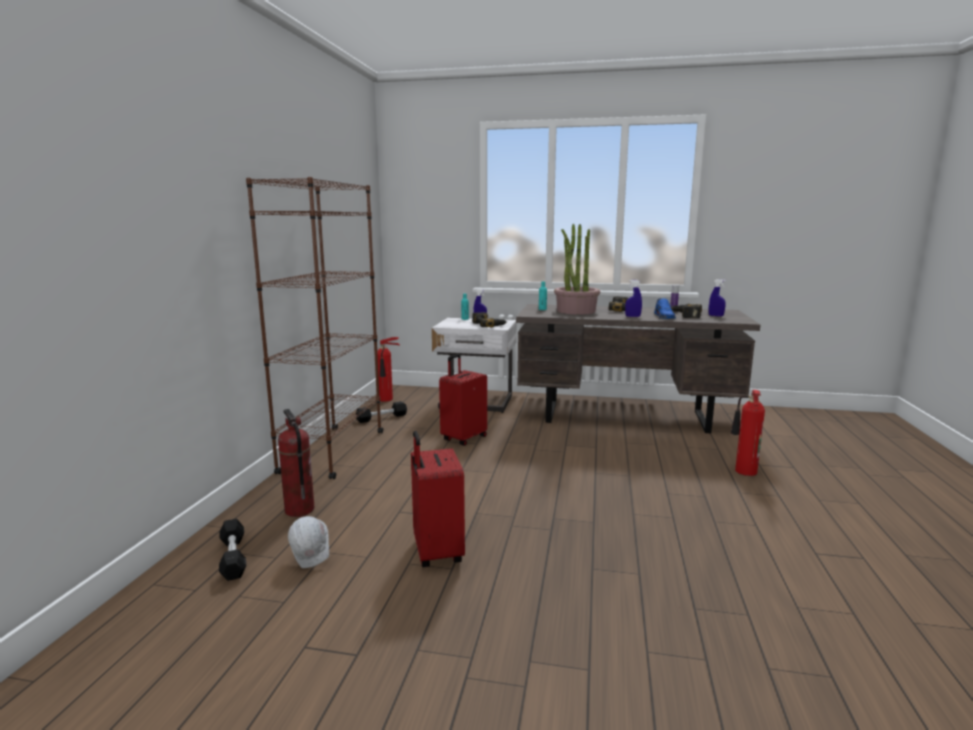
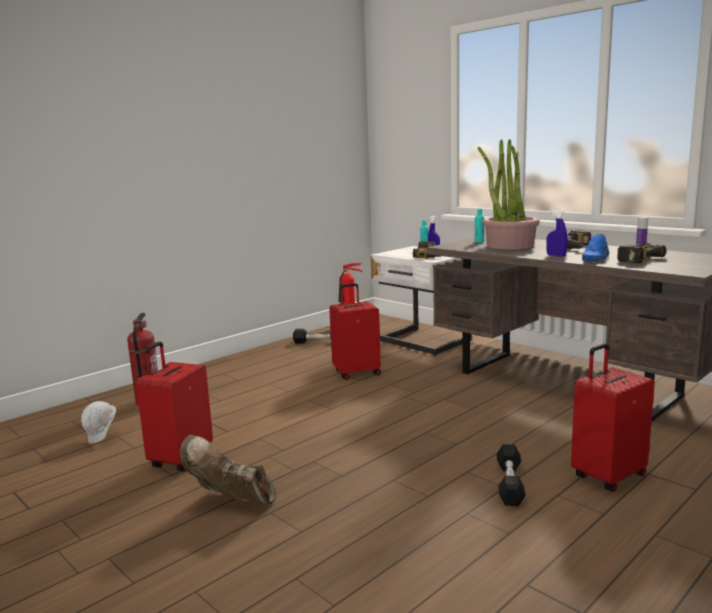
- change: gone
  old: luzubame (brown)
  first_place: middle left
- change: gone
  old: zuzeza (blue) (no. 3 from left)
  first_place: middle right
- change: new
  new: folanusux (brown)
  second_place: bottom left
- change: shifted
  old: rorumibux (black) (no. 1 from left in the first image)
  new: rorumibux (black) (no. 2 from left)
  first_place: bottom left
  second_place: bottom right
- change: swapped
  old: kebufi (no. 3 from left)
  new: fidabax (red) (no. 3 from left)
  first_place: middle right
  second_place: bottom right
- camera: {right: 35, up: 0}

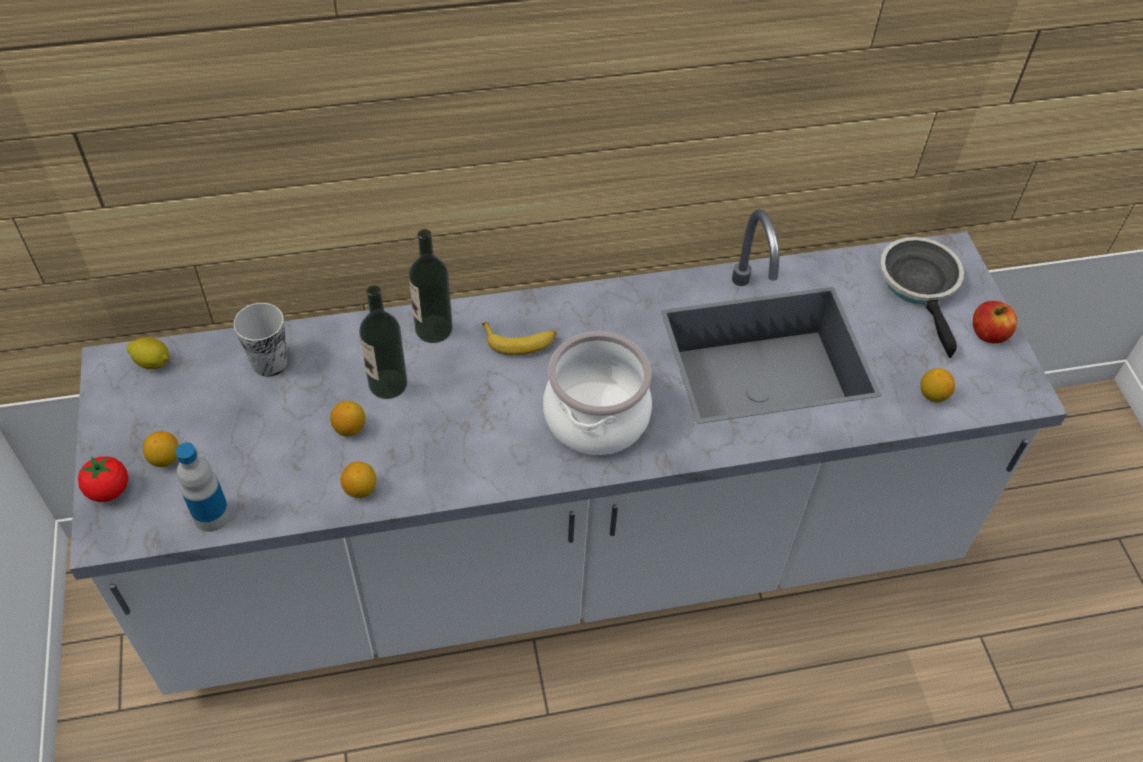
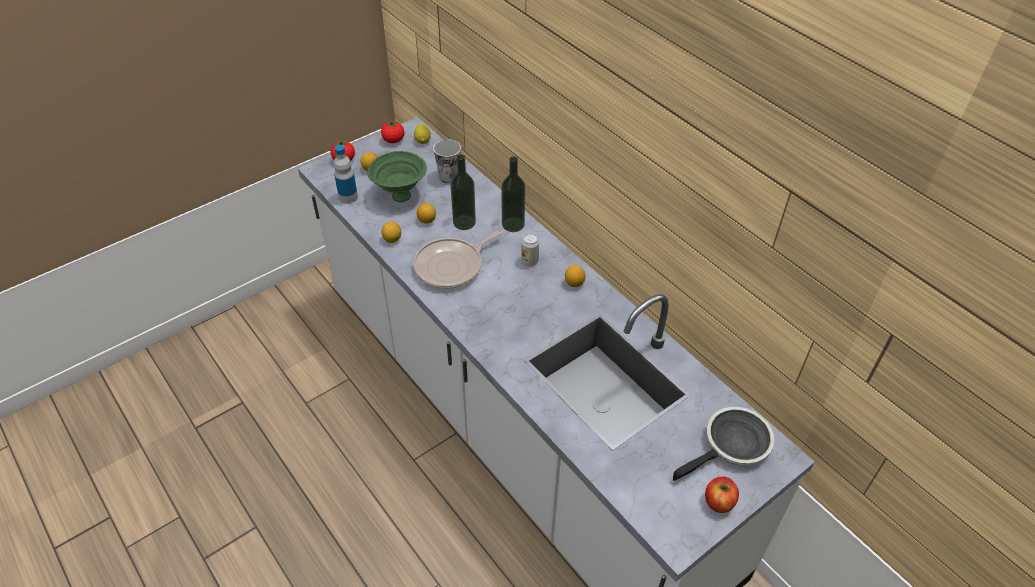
- change: gone
  old: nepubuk
  first_place: centre
- change: new
  new: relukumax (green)
  second_place: top centre
- change: new
  new: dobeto (no. 2 from left)
  second_place: top centre
- change: new
  new: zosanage (no. 1 from left)
  second_place: centre
- change: shifted
  old: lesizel (no. 5 from left)
  first_place: middle right
  second_place: centre
- change: swapped
  old: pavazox
  new: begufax
  first_place: centre
  second_place: centre
- camera: {right: 65, up: -5}

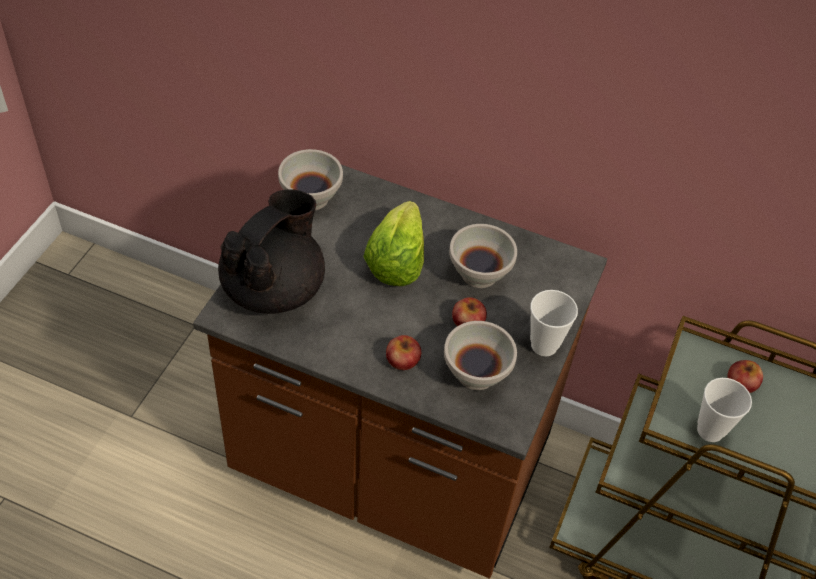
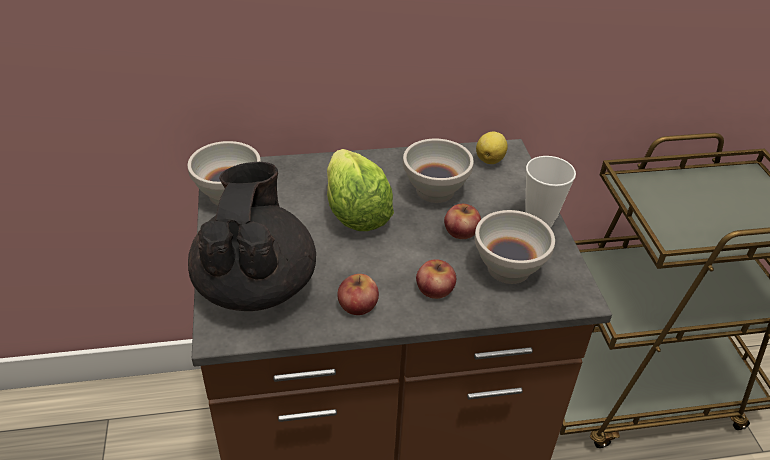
- change: gone
  old: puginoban (no. 2 from left)
  first_place: bottom right
- change: new
  new: lesizel
  second_place: top centre
- change: shifted
  old: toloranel (no. 3 from left in the first image)
  new: toloranel (no. 1 from left)
  first_place: middle right
  second_place: centre
- camera: {right: -30, up: -10}

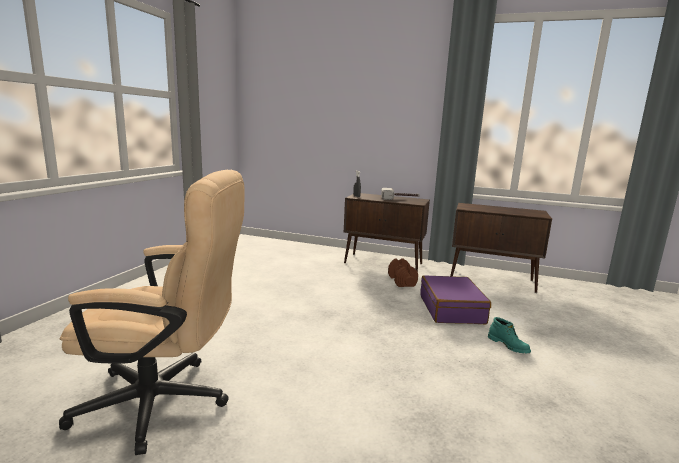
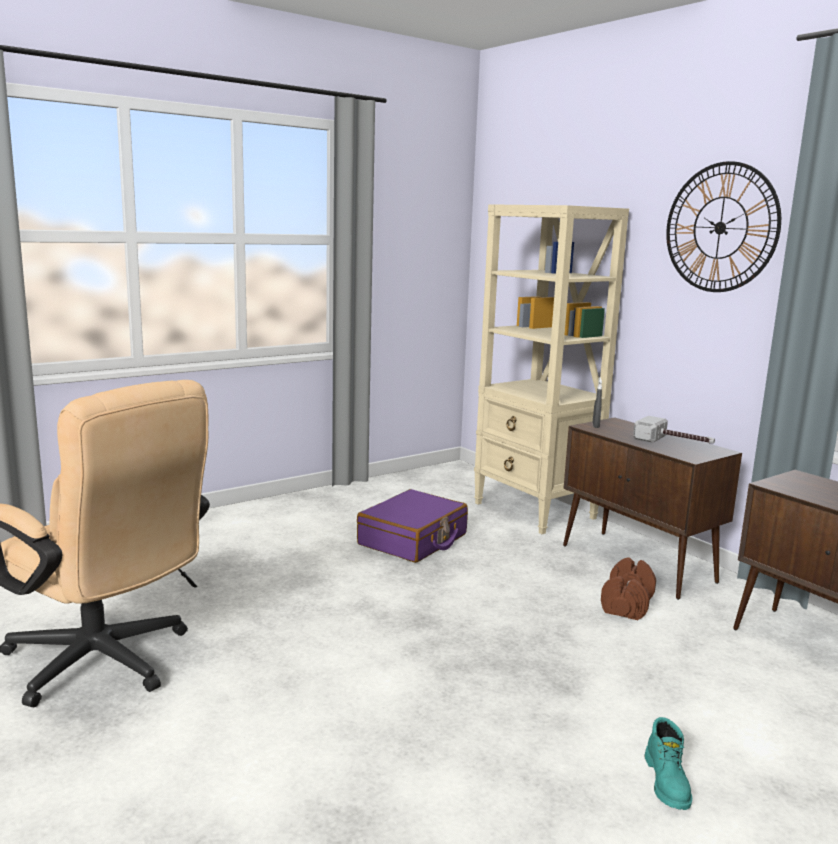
- change: new
  new: luzubame (beige)
  second_place: centre
- change: new
  new: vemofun
  second_place: top right
- change: shifted
  old: fidabax (purple)
  first_place: middle right
  second_place: centre
- camera: {right: 35, up: 0}

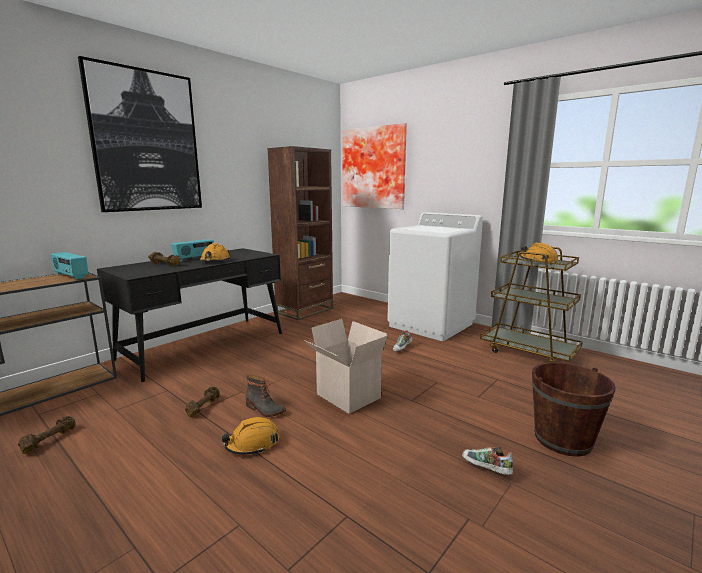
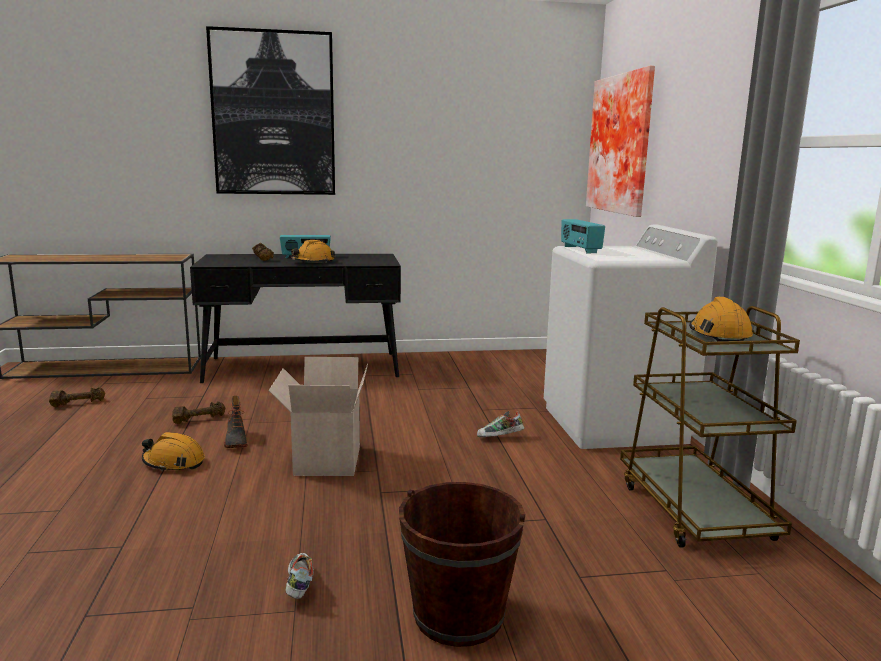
- change: gone
  old: luzubame (brown)
  first_place: centre
- change: shifted
  old: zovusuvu (no. 1 from left in the first image)
  new: zovusuvu (no. 2 from left)
  first_place: middle left
  second_place: centre
- camera: {right: 40, up: 0}

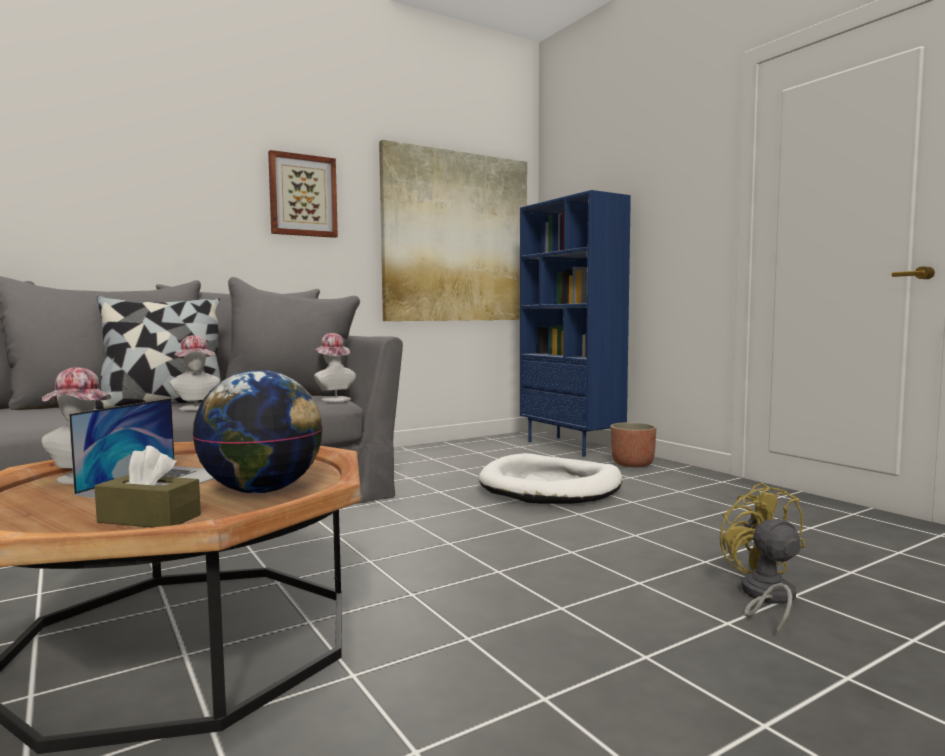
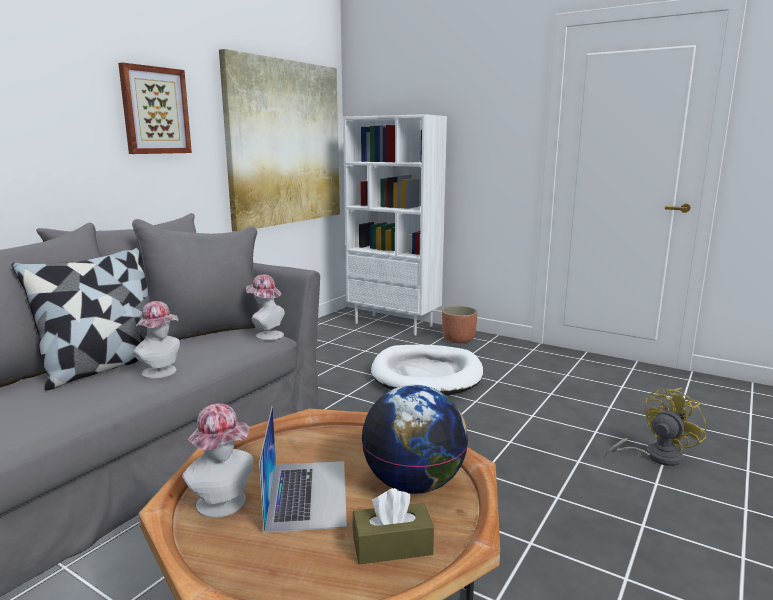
- change: repainted
  old: luzubame (blue)
  new: luzubame (white)
  first_place: centre
  second_place: centre
- change: rotated
  old: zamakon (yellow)
  first_place: bottom right
  second_place: bottom right
  degrees: 90
- camera: {right: -25, up: 10}

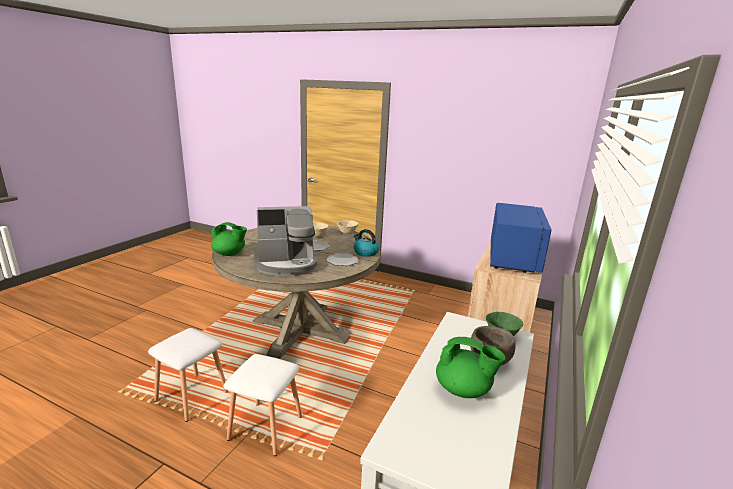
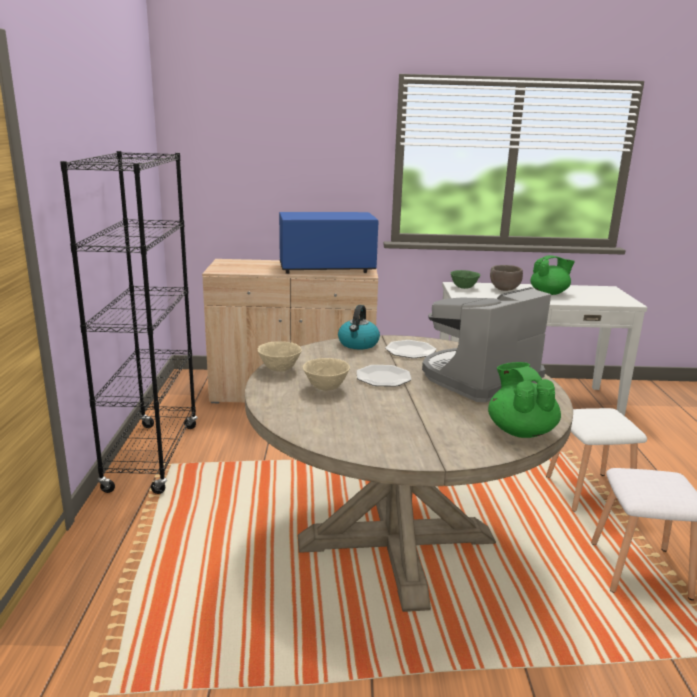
- change: new
  new: luzubame (black)
  second_place: middle left
- change: rotated
  old: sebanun
  first_place: centre
  second_place: middle right
  degrees: -90
- change: rotated
  old: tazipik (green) (no. 2 from left)
  first_place: bottom centre
  second_place: middle right
  degrees: 75
- camera: {right: -115, up: 0}

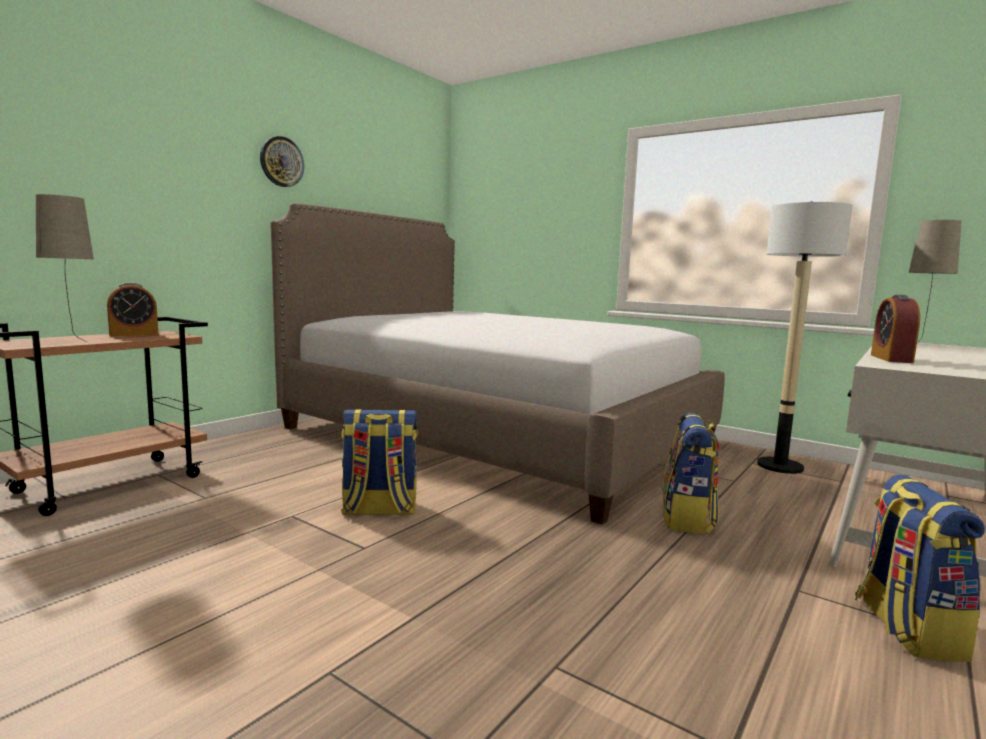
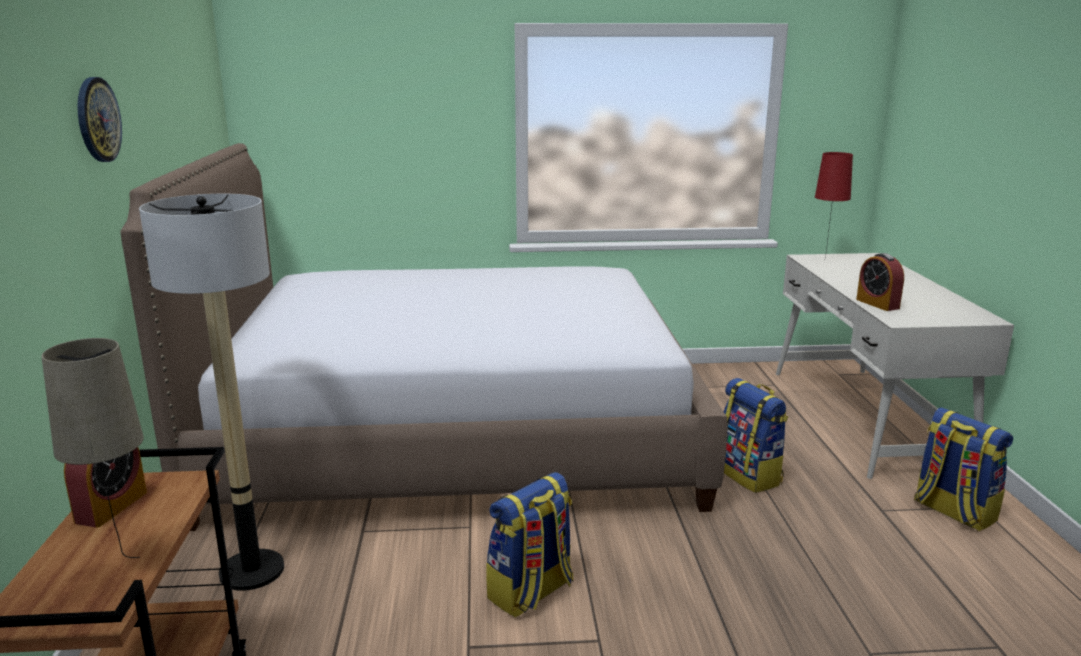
- change: shifted
  old: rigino
  first_place: middle right
  second_place: middle left
- change: repainted
  old: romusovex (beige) (no. 2 from left)
  new: romusovex (red)
  first_place: middle right
  second_place: top right
- camera: {right: -40, up: 10}

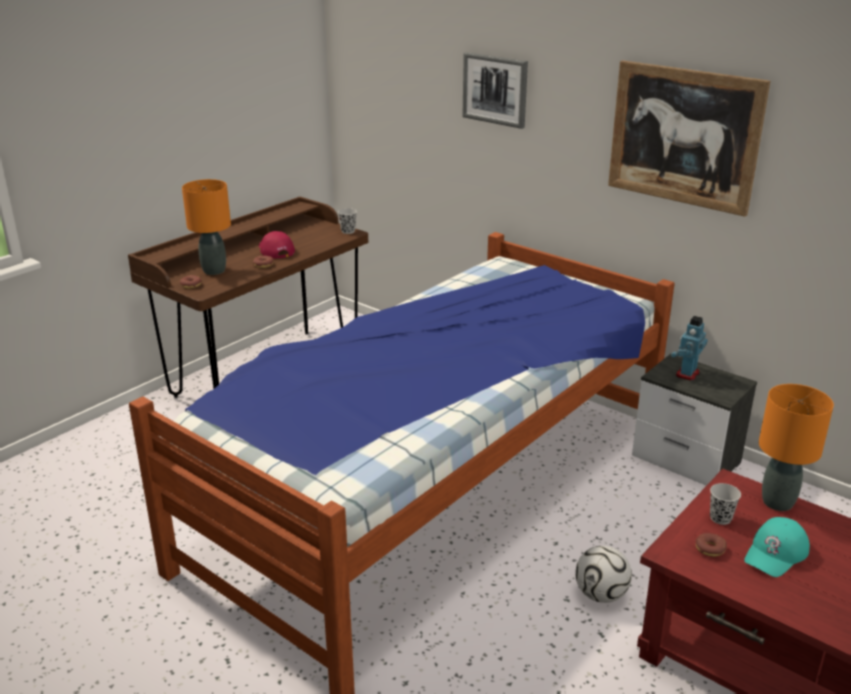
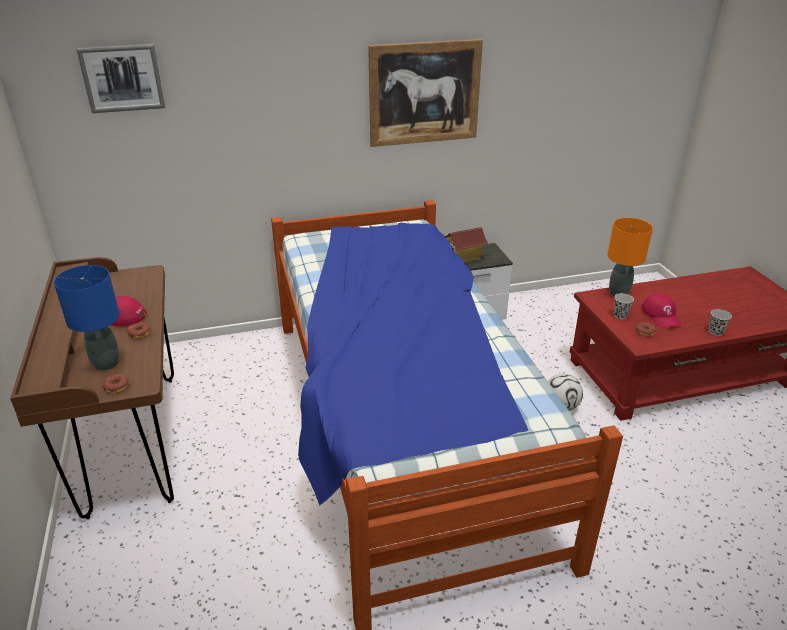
- change: shifted
  old: puginoban (black) (no. 1 from left in the first image)
  new: puginoban (black) (no. 2 from left)
  first_place: top centre
  second_place: middle right
- change: shifted
  old: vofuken (no. 1 from left)
  first_place: top centre
  second_place: top left
- change: swapped
  old: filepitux
  new: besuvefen
  first_place: middle right
  second_place: centre
- change: repainted
  old: romusovex (orange) (no. 1 from left)
  new: romusovex (blue)
  first_place: top left
  second_place: middle left
- change: repainted
  old: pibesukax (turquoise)
  new: pibesukax (red) (no. 2 from left)
  first_place: bottom right
  second_place: middle right
- camera: {right: -55, up: 5}

